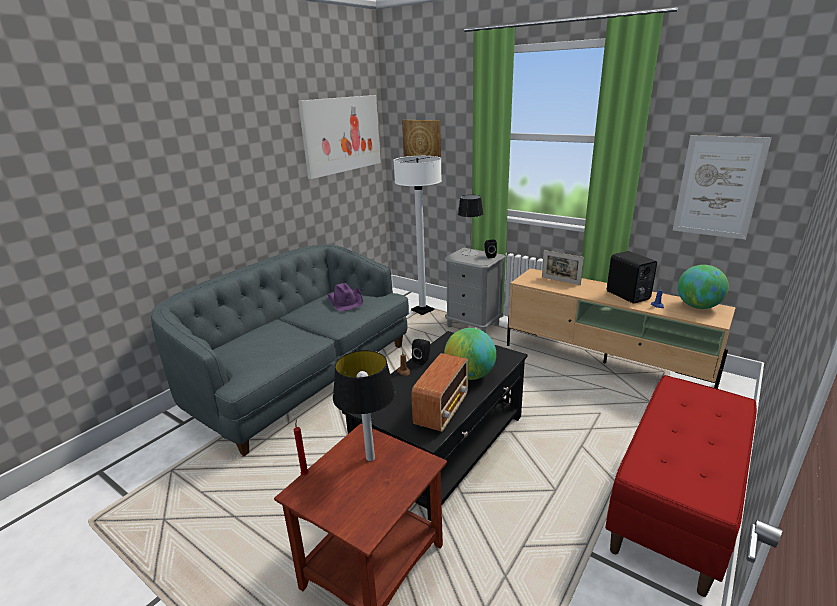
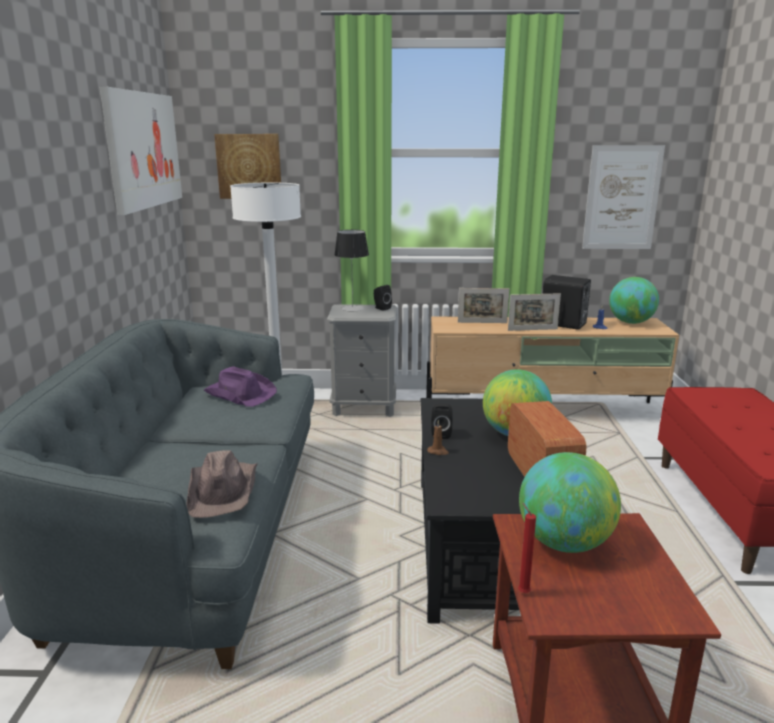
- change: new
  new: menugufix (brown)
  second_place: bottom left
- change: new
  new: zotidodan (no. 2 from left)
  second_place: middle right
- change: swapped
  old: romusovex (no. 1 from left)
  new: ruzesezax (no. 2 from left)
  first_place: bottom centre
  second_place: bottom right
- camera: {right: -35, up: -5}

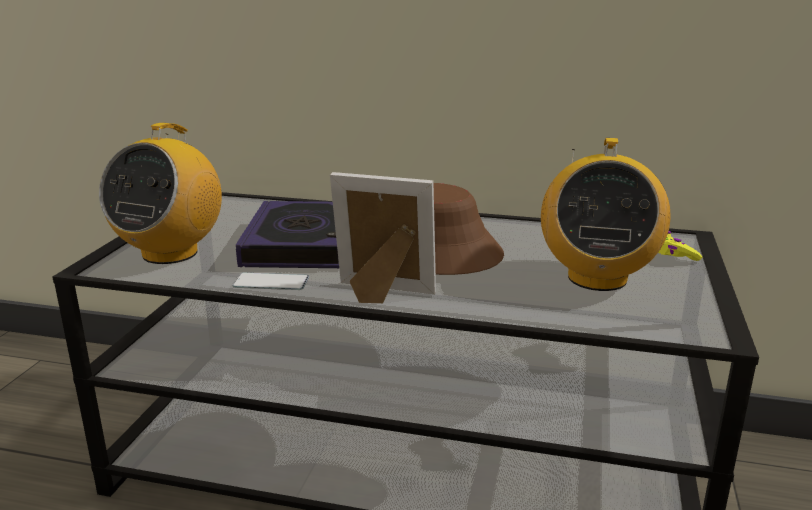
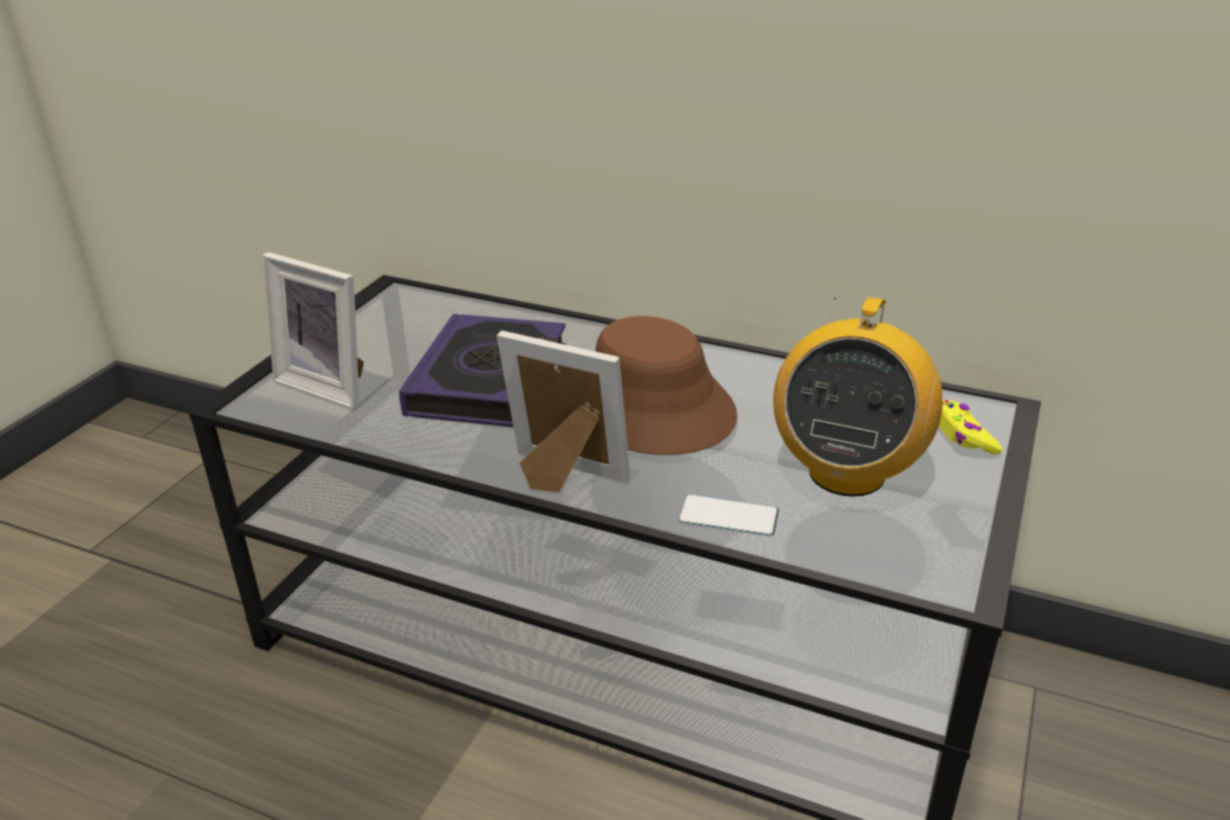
- change: shifted
  old: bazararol
  first_place: middle left
  second_place: centre
- change: swapped
  old: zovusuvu (no. 1 from left)
  new: zotidodan (no. 1 from left)
  first_place: middle left
  second_place: middle left
- camera: {right: 10, up: 10}

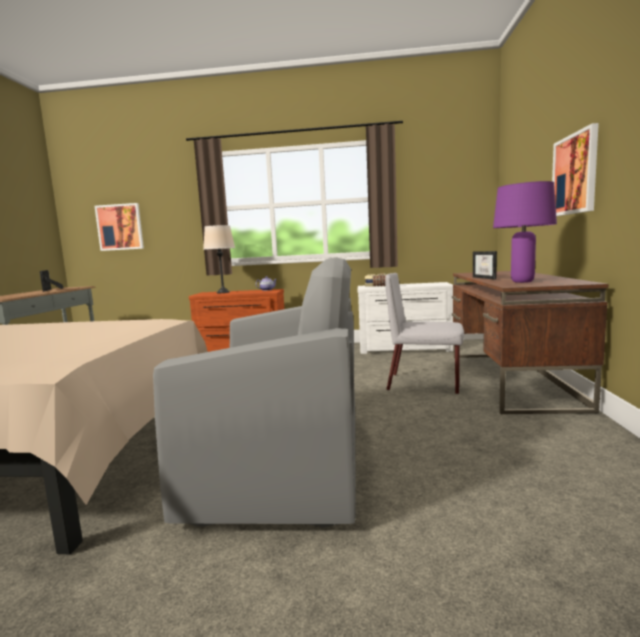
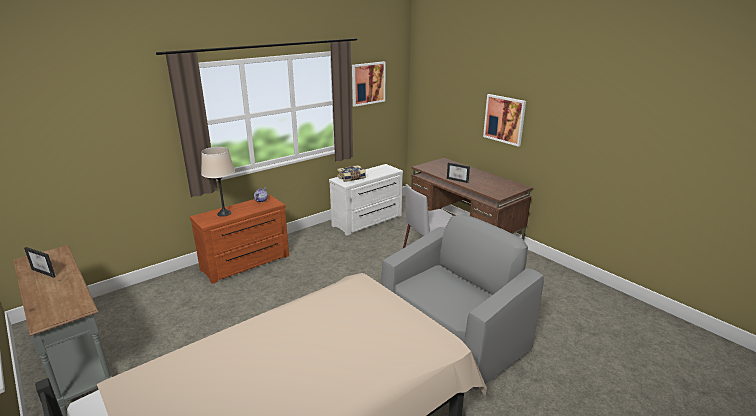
- change: gone
  old: romusovex (purple)
  first_place: middle right
- change: shifted
  old: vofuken (no. 1 from left)
  first_place: middle left
  second_place: top centre
- camera: {right: -45, up: 15}

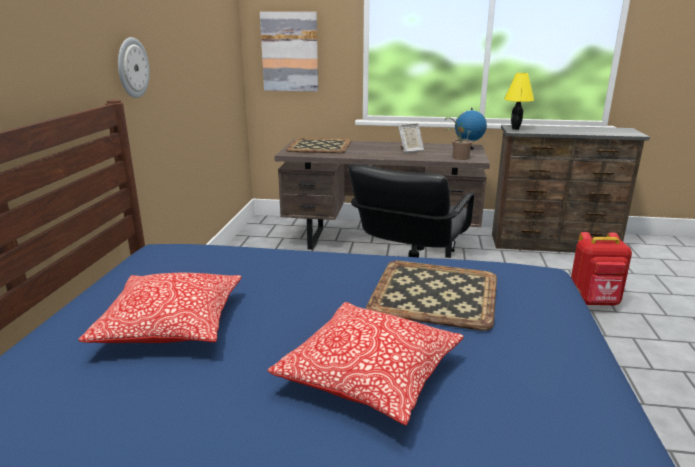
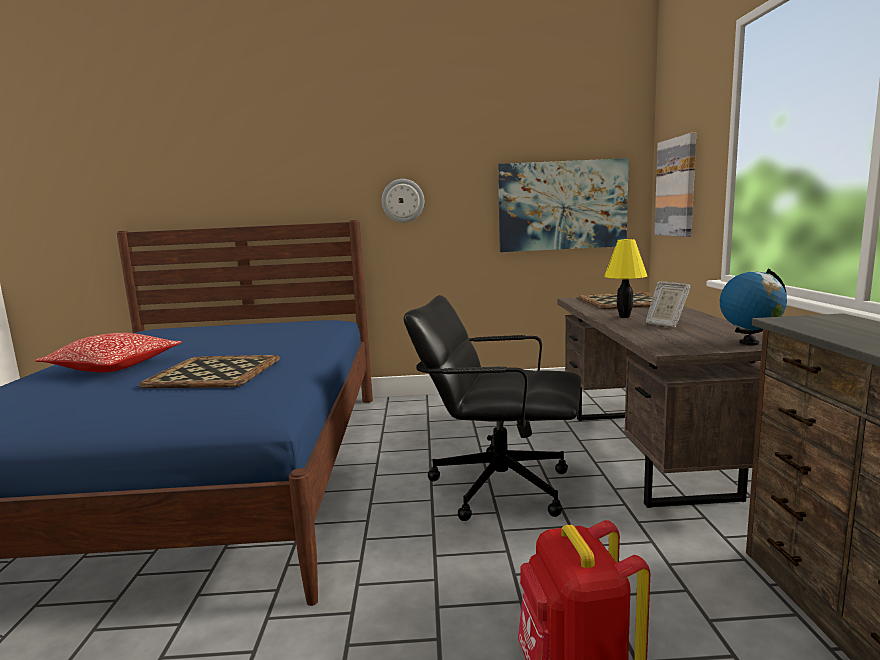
- change: gone
  old: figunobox (no. 1 from left)
  first_place: middle left
- change: gone
  old: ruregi
  first_place: top centre
- change: new
  new: vofuken (no. 1 from left)
  second_place: top centre
- change: shifted
  old: romusovex (yellow)
  first_place: top right
  second_place: middle right
- camera: {right: 80, up: -10}

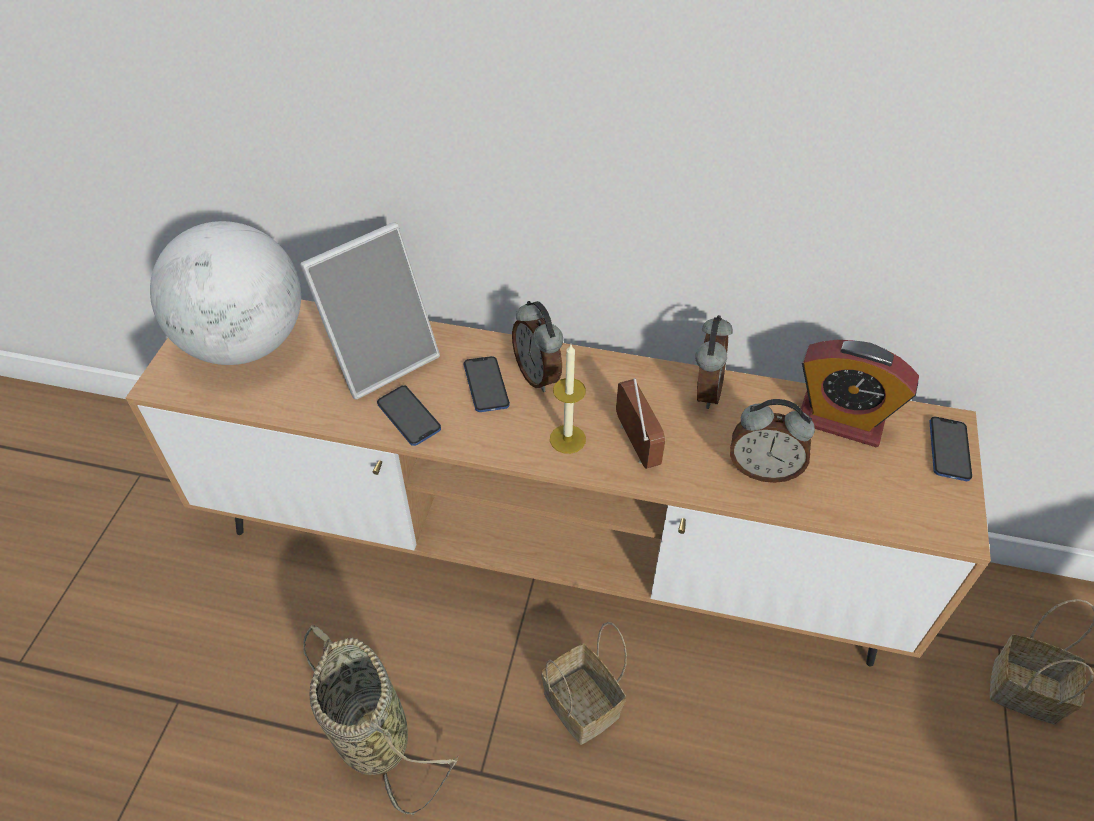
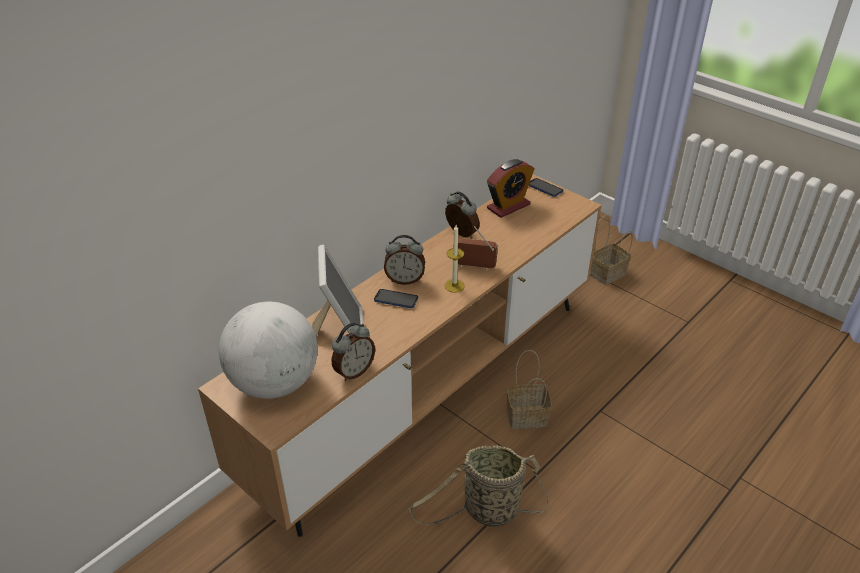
- change: gone
  old: bazararol (no. 1 from left)
  first_place: centre
- change: shifted
  old: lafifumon (no. 3 from left in the first image)
  new: lafifumon (no. 1 from left)
  first_place: middle right
  second_place: centre
- camera: {right: -60, up: -10}

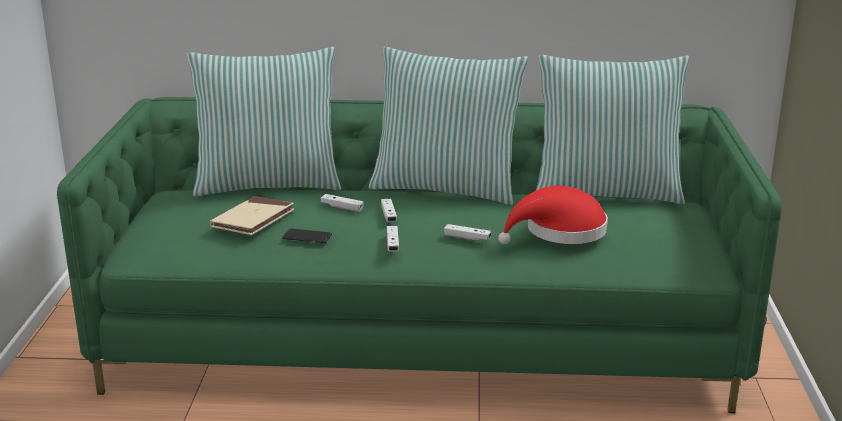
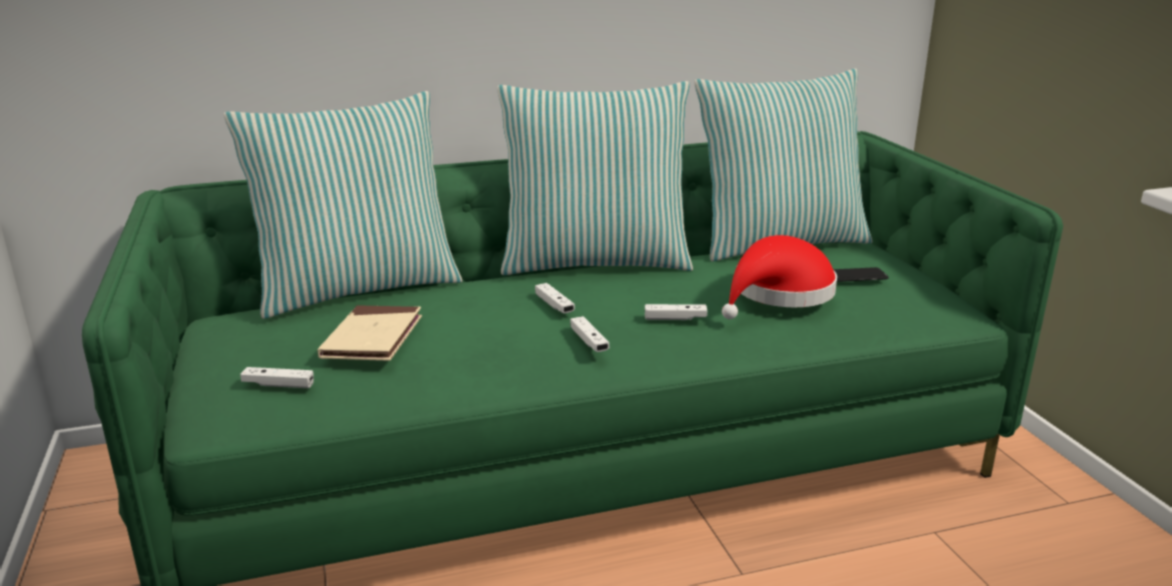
- change: shifted
  old: bazararol
  first_place: centre
  second_place: middle right
- change: shifted
  old: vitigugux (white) (no. 1 from left)
  first_place: centre
  second_place: middle left
- camera: {right: -20, up: 0}

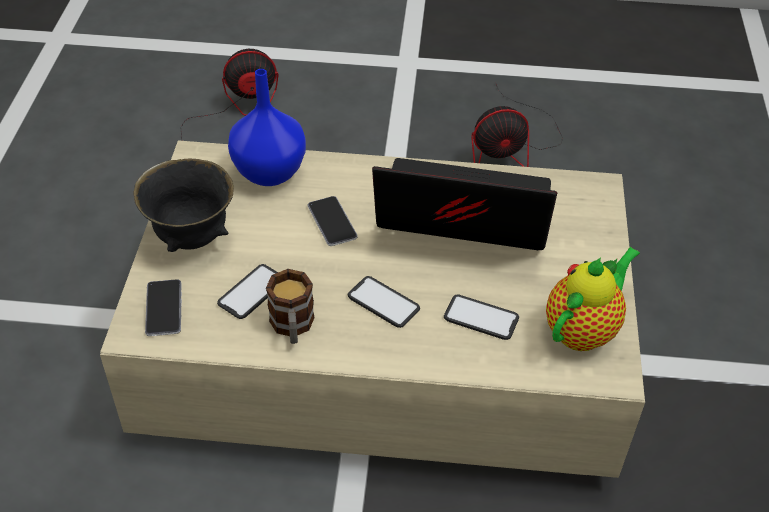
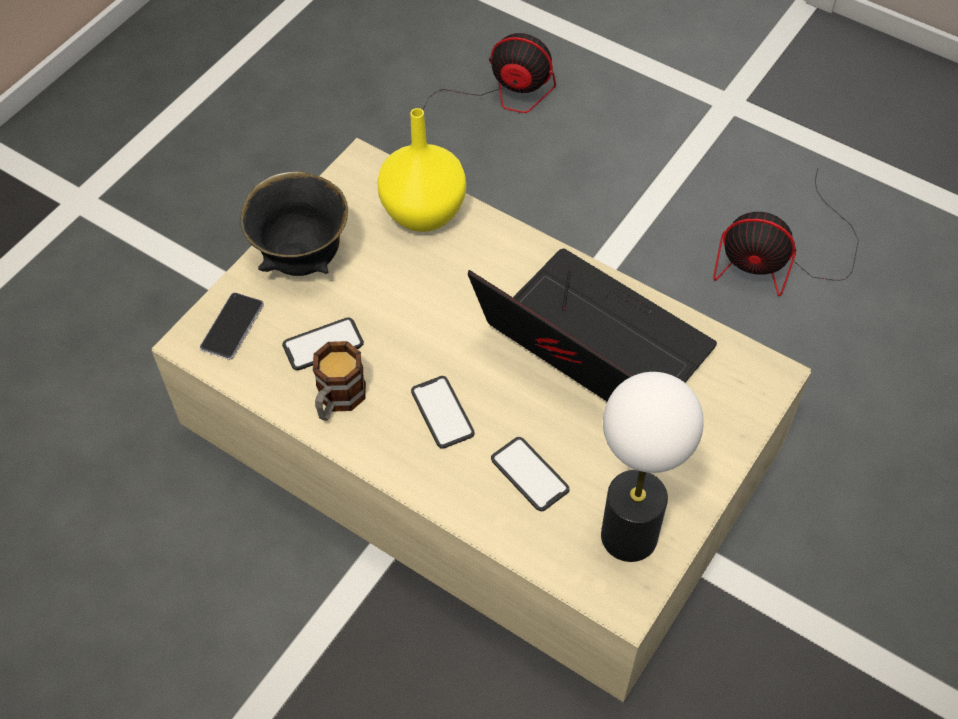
- change: gone
  old: bazararol (no. 3 from left)
  first_place: centre
- change: swapped
  old: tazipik
  new: romusovex
  first_place: middle right
  second_place: middle right
- change: repainted
  old: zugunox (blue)
  new: zugunox (yellow)
  first_place: top centre
  second_place: top centre
- camera: {right: 30, up: 10}

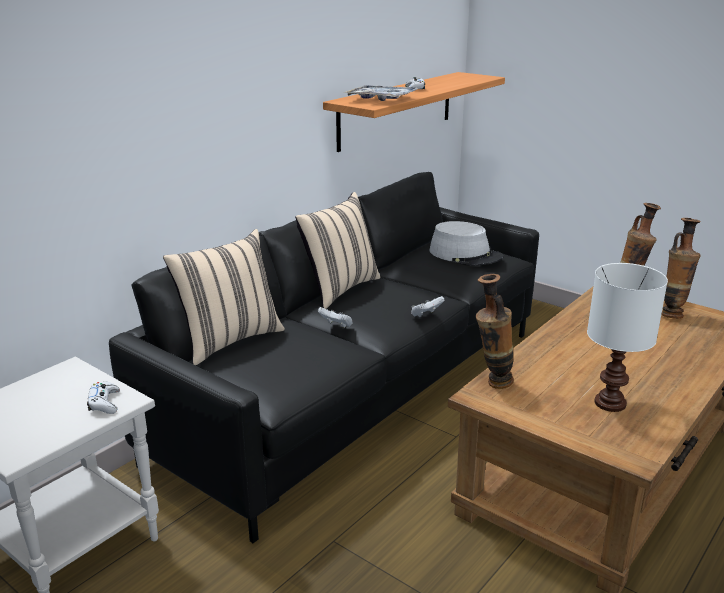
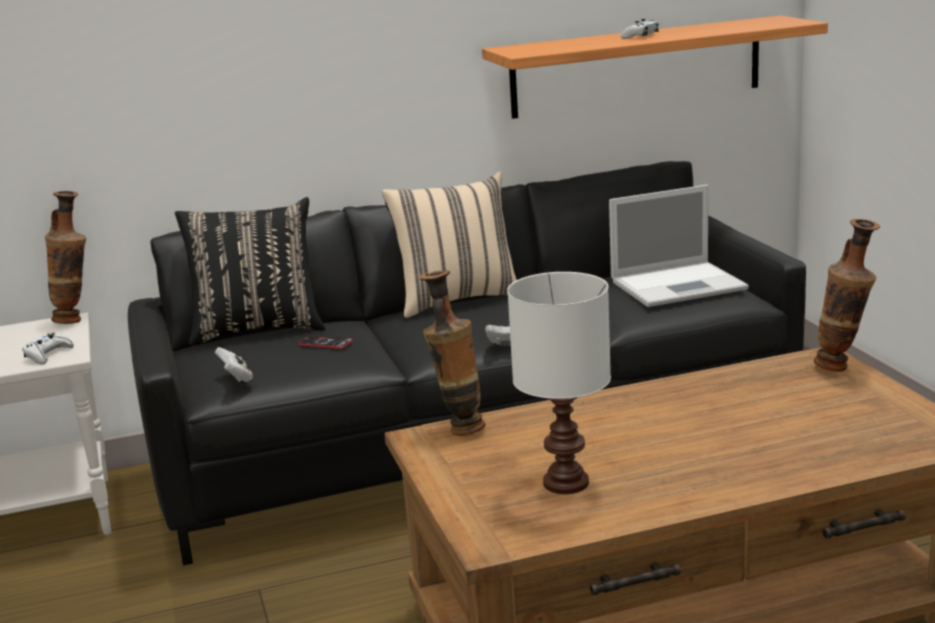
- change: gone
  old: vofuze
  first_place: top centre
- change: new
  new: bazararol
  second_place: centre
- change: shifted
  old: vitigugux (white) (no. 2 from left)
  first_place: centre
  second_place: middle left
- change: shifted
  old: zugunox (no. 3 from left in the first image)
  new: zugunox (no. 1 from left)
  first_place: middle right
  second_place: middle left
- change: swapped
  old: menugufix (grey)
  new: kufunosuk
  first_place: centre
  second_place: middle right
- change: repainted
  old: figunobox (beige) (no. 1 from left)
  new: figunobox (black)
  first_place: middle left
  second_place: middle left
- camera: {right: 35, up: -5}

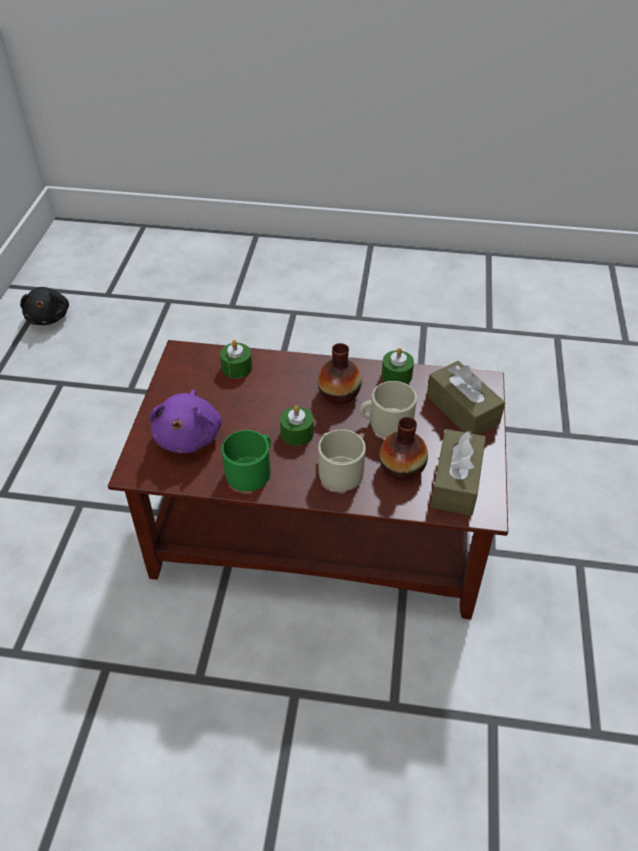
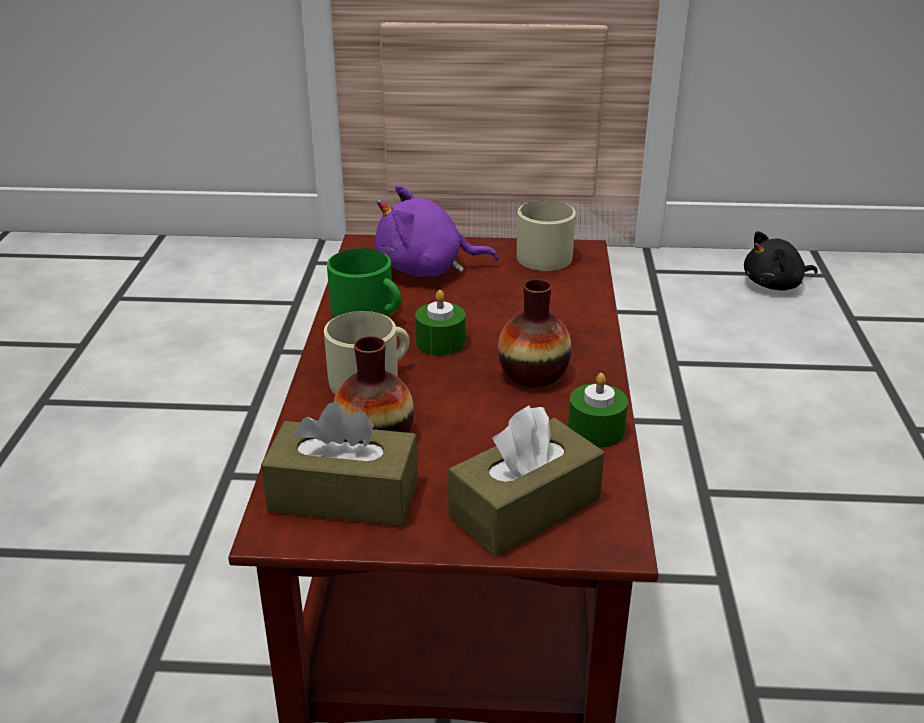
- change: gone
  old: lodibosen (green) (no. 1 from left)
  first_place: centre
- change: shifted
  old: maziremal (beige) (no. 2 from left)
  first_place: centre
  second_place: top centre
- camera: {right: 85, up: -15}

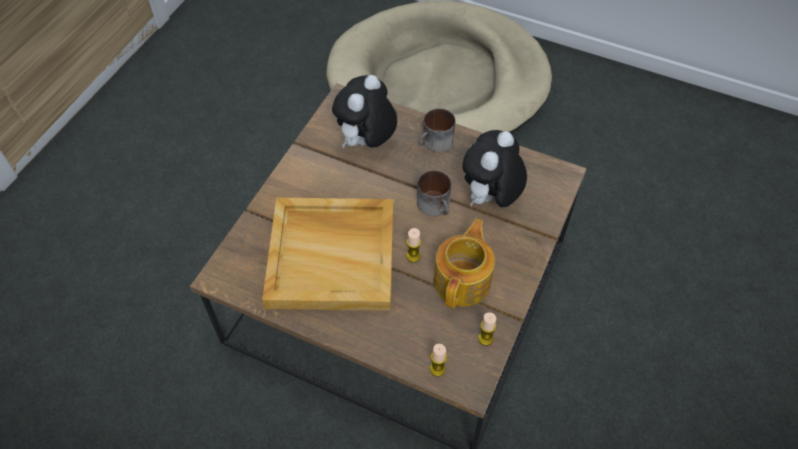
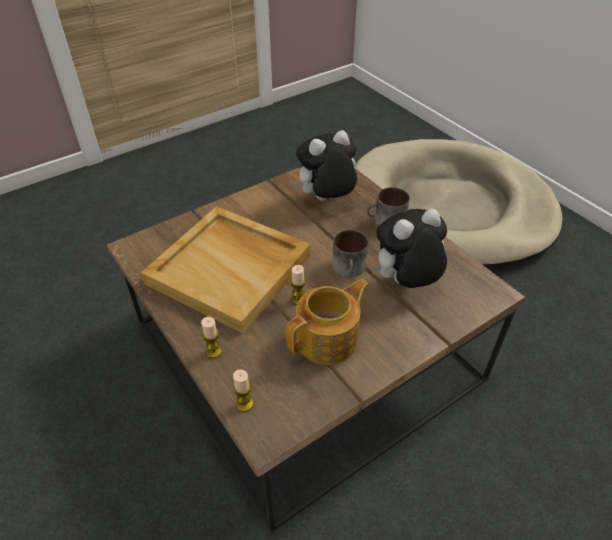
- change: shifted
  old: lodibosen (no. 3 from left in the first image)
  new: lodibosen (no. 1 from left)
  first_place: bottom centre
  second_place: centre
- camera: {right: 30, up: -10}

